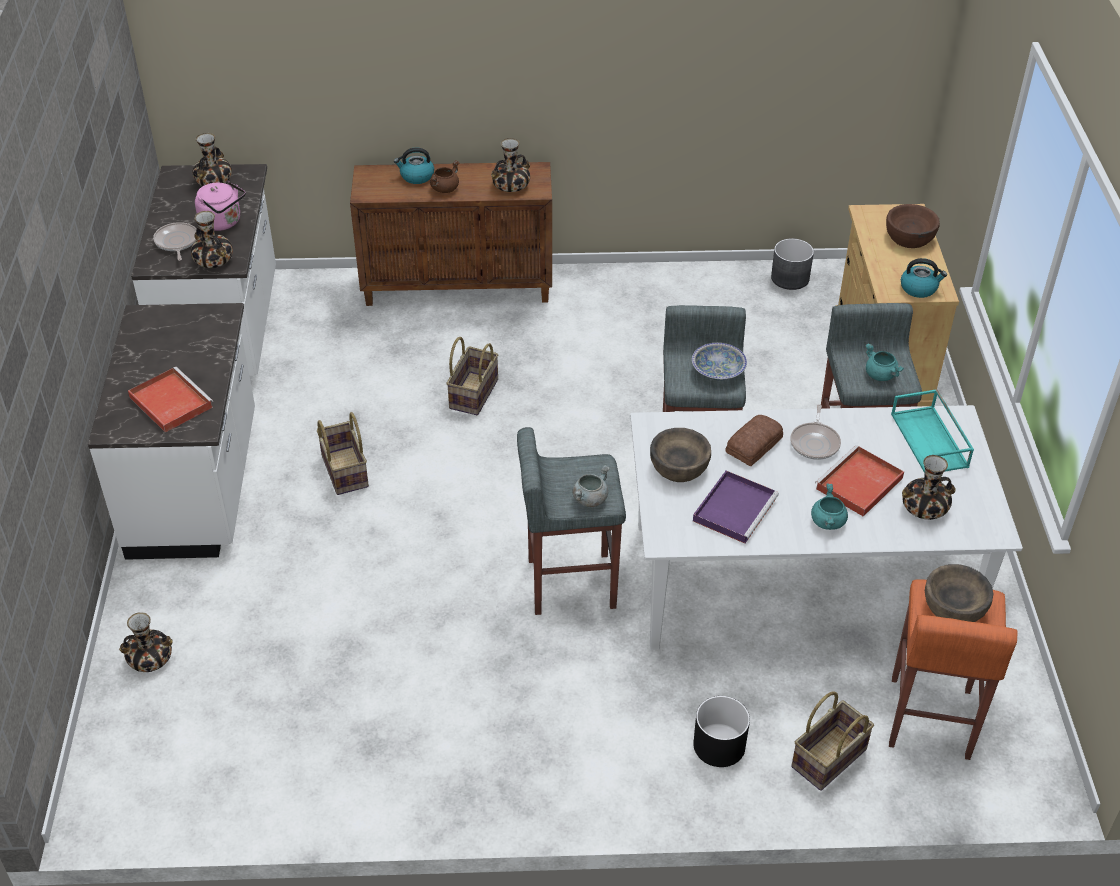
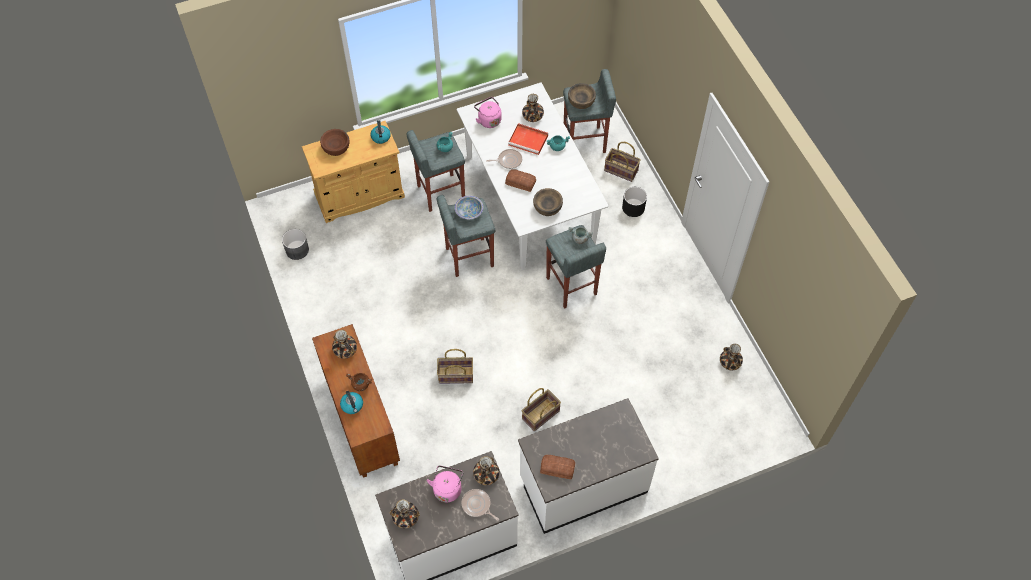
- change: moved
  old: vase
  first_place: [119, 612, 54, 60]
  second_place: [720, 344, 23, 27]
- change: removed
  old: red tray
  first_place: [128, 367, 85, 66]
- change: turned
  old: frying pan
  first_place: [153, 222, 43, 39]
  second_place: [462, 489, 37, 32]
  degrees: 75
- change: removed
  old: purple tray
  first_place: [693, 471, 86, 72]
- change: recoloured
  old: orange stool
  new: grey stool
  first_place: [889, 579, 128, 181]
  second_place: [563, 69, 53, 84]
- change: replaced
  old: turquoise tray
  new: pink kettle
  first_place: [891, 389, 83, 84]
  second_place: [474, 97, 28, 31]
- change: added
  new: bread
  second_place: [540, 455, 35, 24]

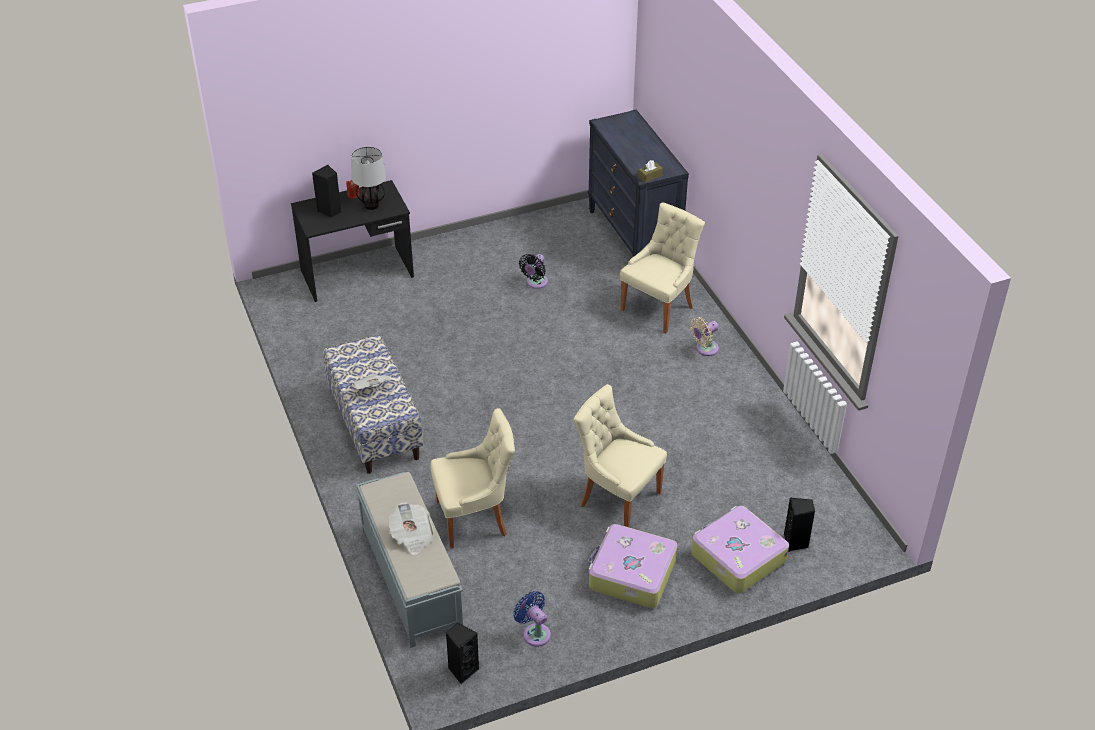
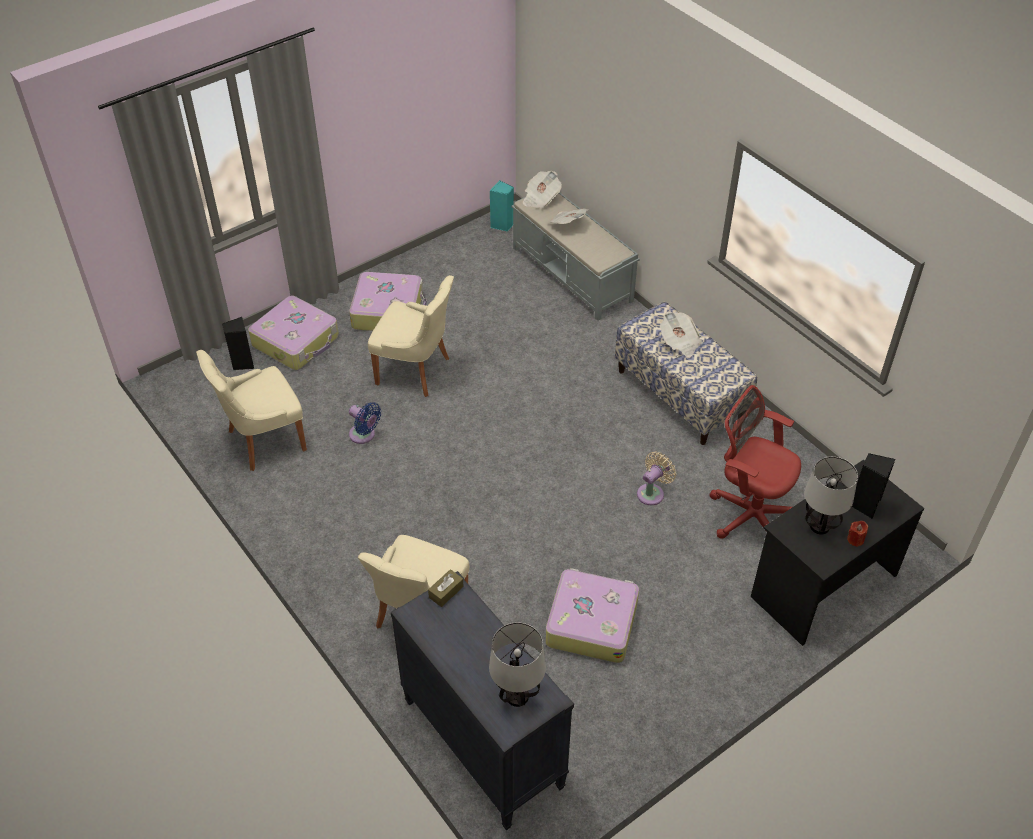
- change: moved
  old: beige chair
  first_place: [431, 408, 84, 141]
  second_place: [196, 350, 111, 121]
- change: recoloured
  old: black speaker
  new: turquoise speaker
  first_place: [446, 623, 33, 61]
  second_place: [490, 180, 24, 52]
- change: moved
  old: blue fan
  first_place: [513, 591, 38, 56]
  second_place: [349, 402, 32, 42]
- change: replaced
  old: black fan
  new: suitcase
  first_place: [519, 254, 29, 35]
  second_place: [545, 568, 94, 95]
- change: moved
  old: beige fan
  first_place: [690, 317, 29, 39]
  second_place: [637, 452, 39, 53]
- change: added
  new: table lamp
  second_place: [489, 622, 57, 85]
- change: added
  new: newspaper
  second_place: [522, 171, 40, 38]
- change: added
  new: red office chair
  second_place: [710, 385, 91, 154]

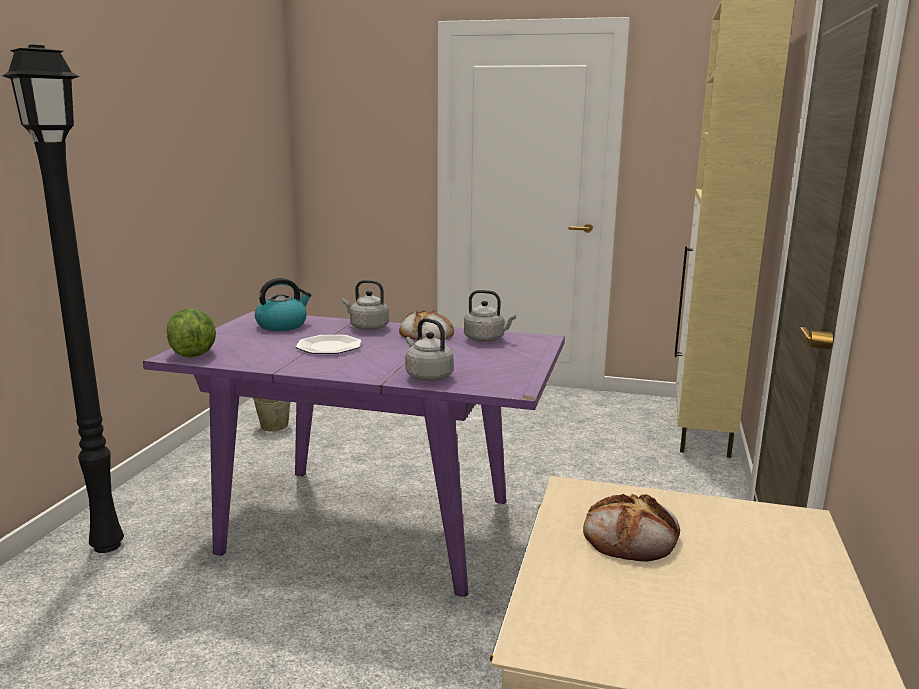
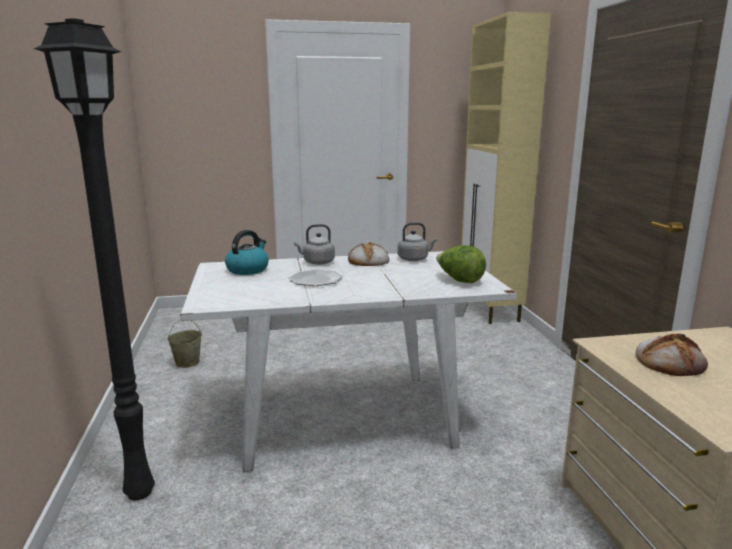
- change: recoloured
  old: purple dining table
  new: white dining table
  first_place: [143, 311, 422, 286]
  second_place: [180, 251, 337, 221]
- change: moved
  old: lettuce
  first_place: [167, 308, 49, 50]
  second_place: [436, 245, 50, 38]
- change: removed
  old: grey kettle
  first_place: [405, 318, 48, 63]

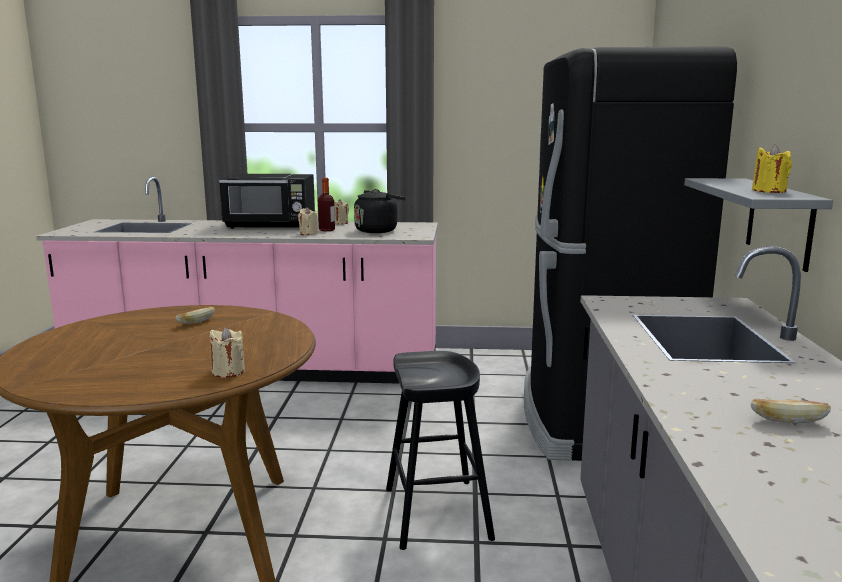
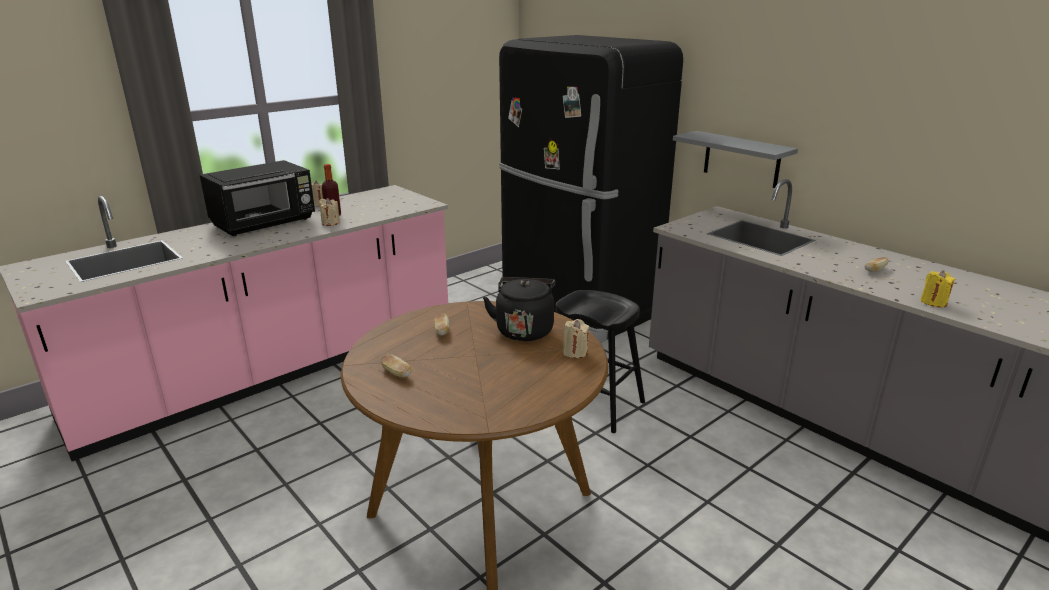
- change: moved
  old: black kettle
  first_place: [354, 189, 52, 44]
  second_place: [483, 277, 72, 64]
- change: moved
  old: yellow candle
  first_place: [752, 144, 40, 49]
  second_place: [920, 270, 35, 37]
- change: added
  new: bread
  second_place: [381, 354, 31, 24]

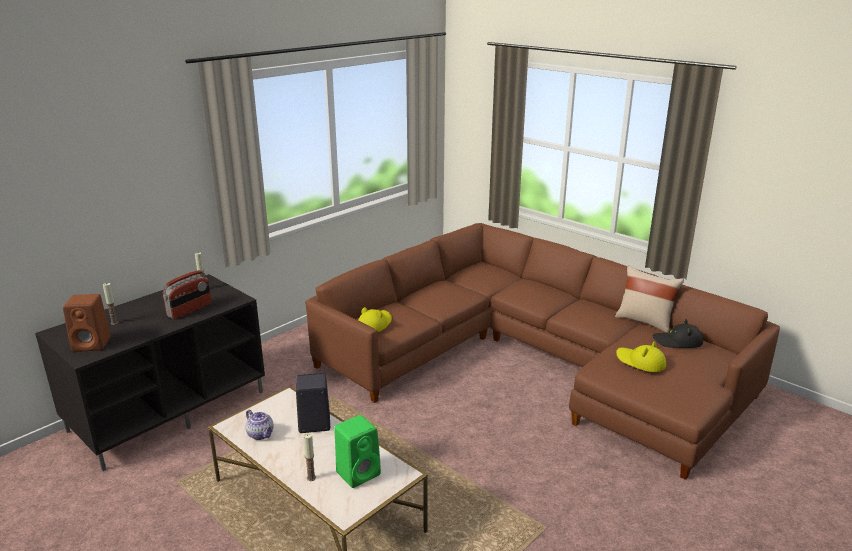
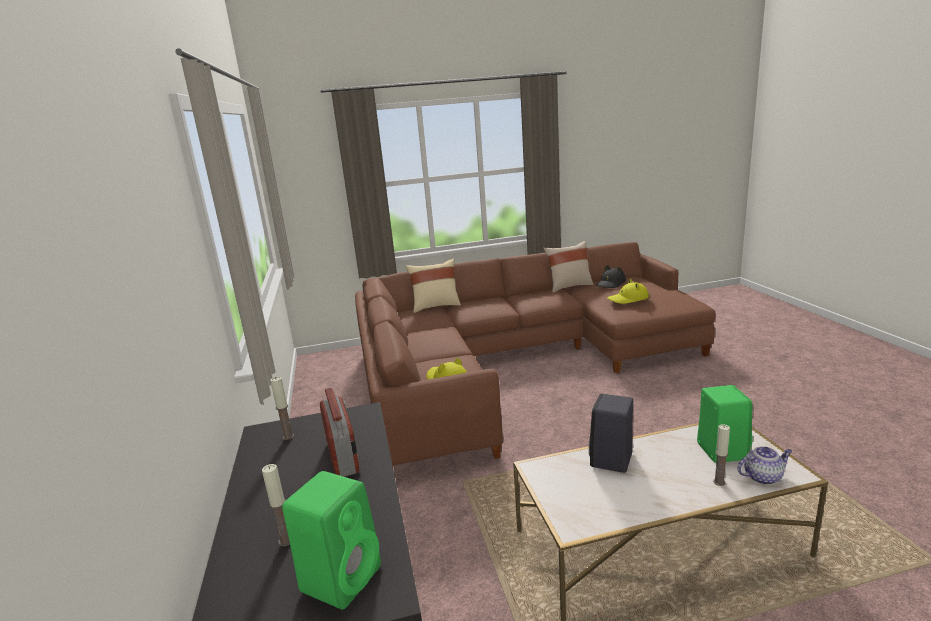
- change: recoloured
  old: brown speaker
  new: green speaker
  first_place: [63, 294, 48, 58]
  second_place: [282, 471, 99, 139]
- change: moved
  old: teapot
  first_place: [246, 410, 28, 30]
  second_place: [737, 446, 55, 39]
- change: added
  new: beige pillow
  second_place: [405, 259, 56, 54]

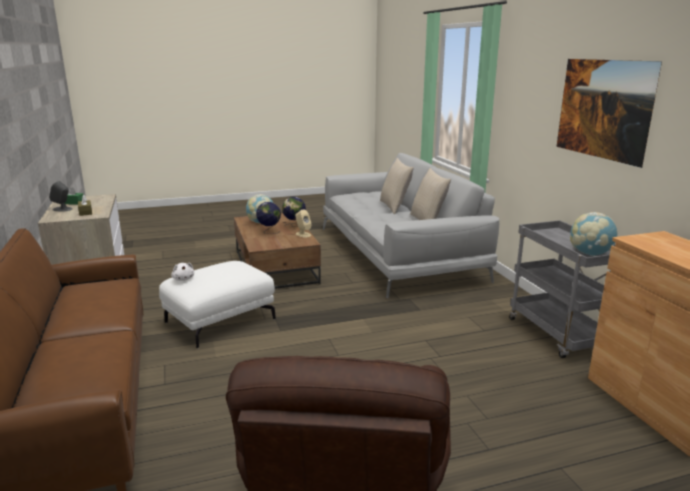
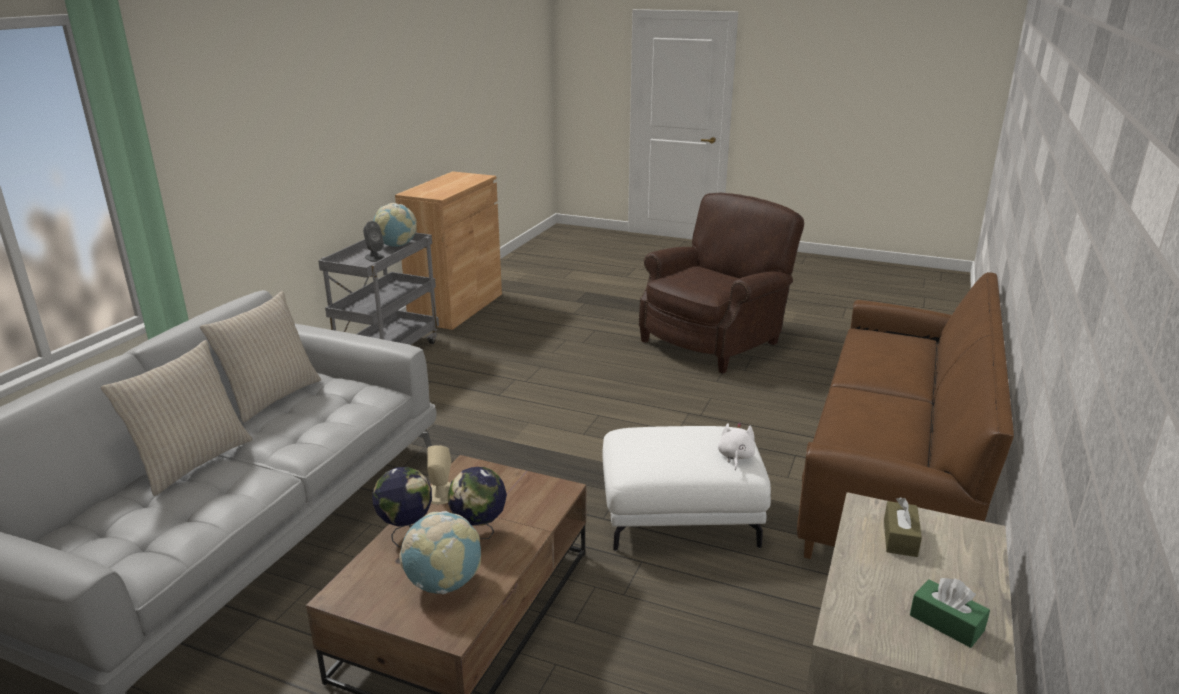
- change: moved
  old: grey speaker
  first_place: [49, 181, 23, 31]
  second_place: [363, 221, 22, 41]
- change: removed
  old: picture
  first_place: [556, 59, 106, 109]

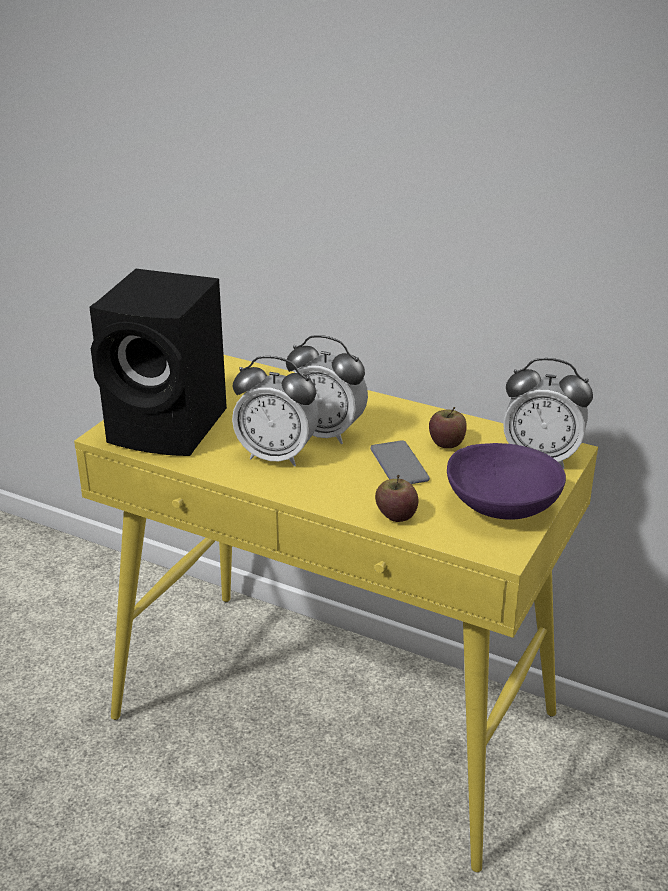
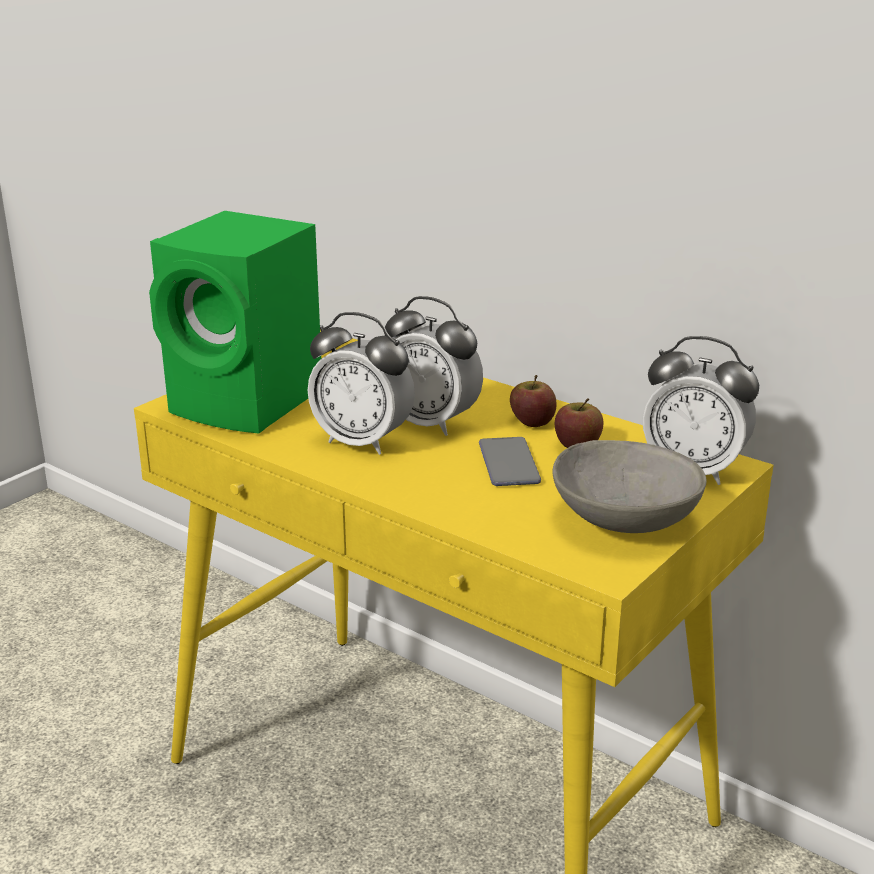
- change: recoloured
  old: black speaker
  new: green speaker
  first_place: [89, 269, 138, 187]
  second_place: [149, 211, 172, 223]
- change: moved
  old: apple
  first_place: [375, 475, 43, 47]
  second_place: [510, 375, 47, 52]
- change: recoloured
  old: purple bowl
  new: grey bowl
  first_place: [447, 443, 119, 77]
  second_place: [552, 440, 155, 93]

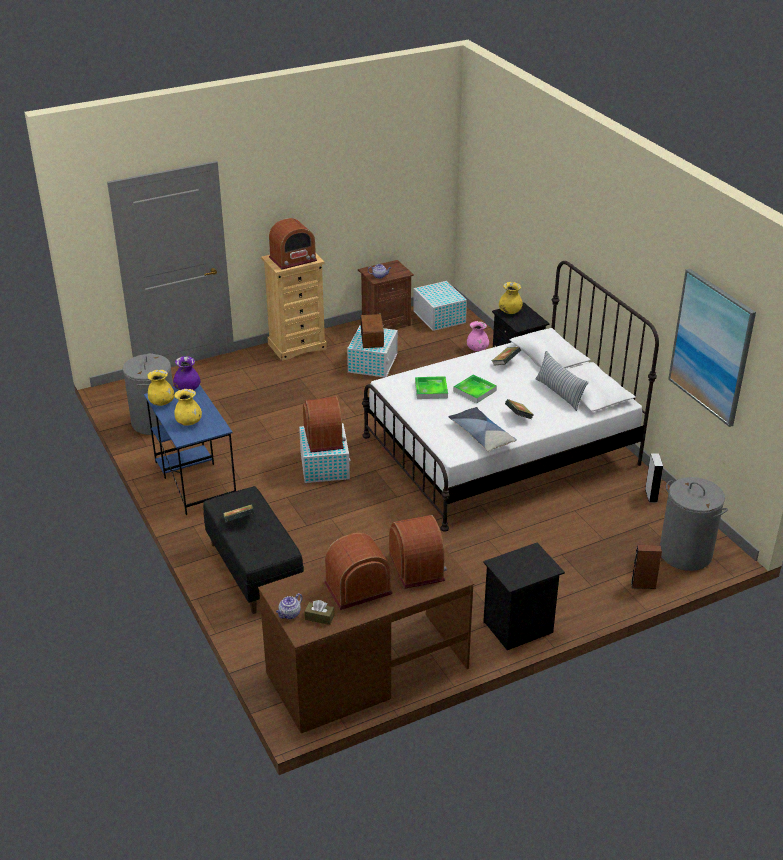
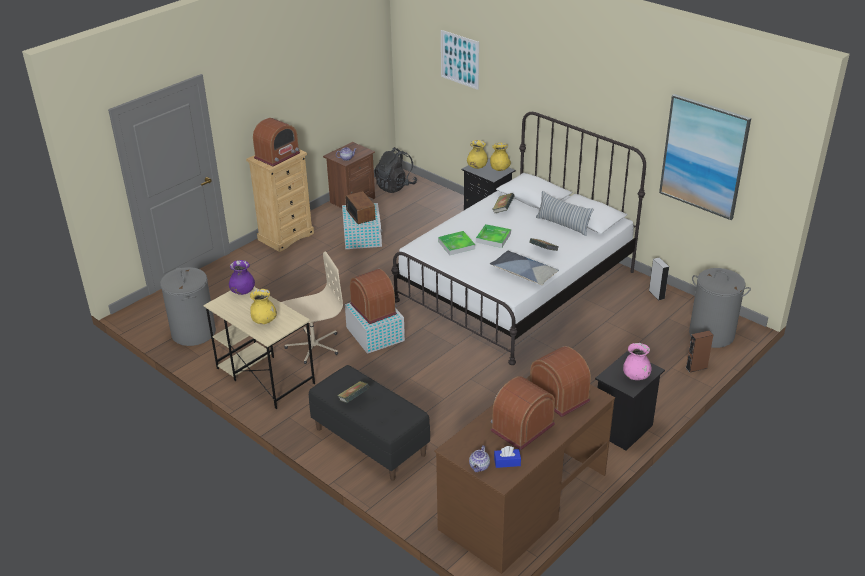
- change: recoloured
  old: blue desk
  new: beige desk
  first_place: [144, 385, 92, 130]
  second_place: [204, 287, 111, 122]
- change: moved
  old: yellow vase
  first_place: [147, 370, 27, 36]
  second_place: [490, 143, 21, 28]
- change: recoloured
  old: brown tissue box
  new: blue tissue box
  first_place: [304, 600, 30, 25]
  second_place: [494, 446, 27, 22]
- change: replaced
  old: white storage box
  new: black backpack
  first_place: [413, 281, 54, 50]
  second_place: [375, 147, 42, 46]
- change: moved
  old: pink vase
  first_place: [467, 321, 22, 30]
  second_place: [623, 343, 29, 37]
- change: added
  new: beige office chair
  second_place: [281, 251, 62, 113]
- change: added
  new: picture
  second_place: [441, 30, 38, 60]

